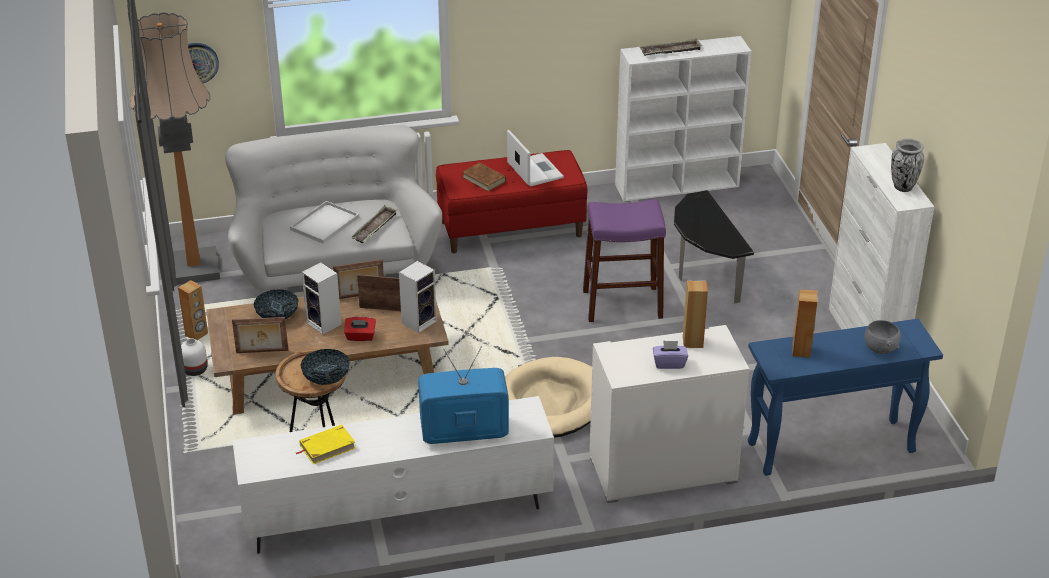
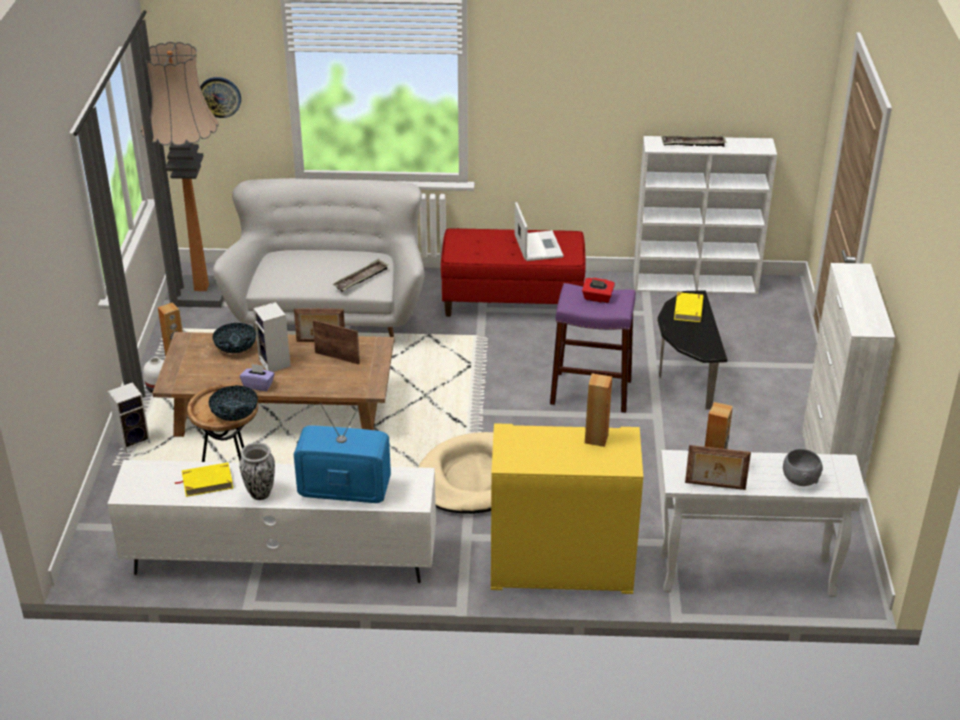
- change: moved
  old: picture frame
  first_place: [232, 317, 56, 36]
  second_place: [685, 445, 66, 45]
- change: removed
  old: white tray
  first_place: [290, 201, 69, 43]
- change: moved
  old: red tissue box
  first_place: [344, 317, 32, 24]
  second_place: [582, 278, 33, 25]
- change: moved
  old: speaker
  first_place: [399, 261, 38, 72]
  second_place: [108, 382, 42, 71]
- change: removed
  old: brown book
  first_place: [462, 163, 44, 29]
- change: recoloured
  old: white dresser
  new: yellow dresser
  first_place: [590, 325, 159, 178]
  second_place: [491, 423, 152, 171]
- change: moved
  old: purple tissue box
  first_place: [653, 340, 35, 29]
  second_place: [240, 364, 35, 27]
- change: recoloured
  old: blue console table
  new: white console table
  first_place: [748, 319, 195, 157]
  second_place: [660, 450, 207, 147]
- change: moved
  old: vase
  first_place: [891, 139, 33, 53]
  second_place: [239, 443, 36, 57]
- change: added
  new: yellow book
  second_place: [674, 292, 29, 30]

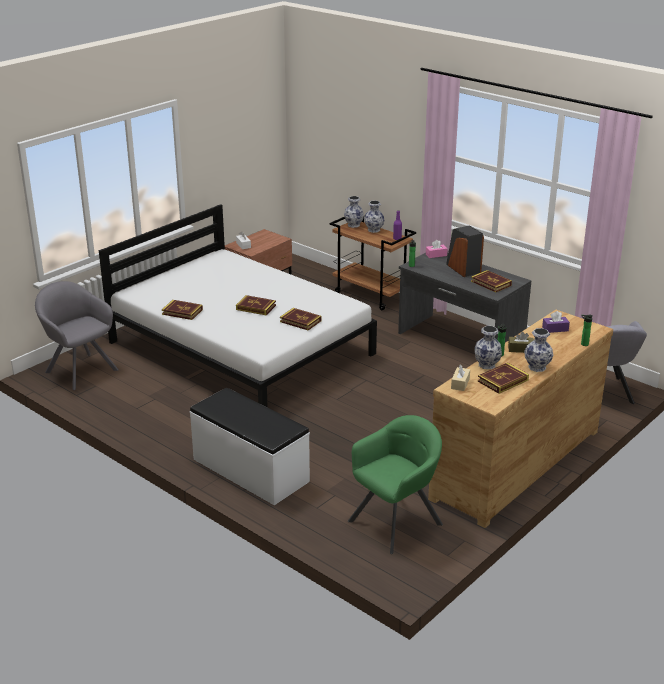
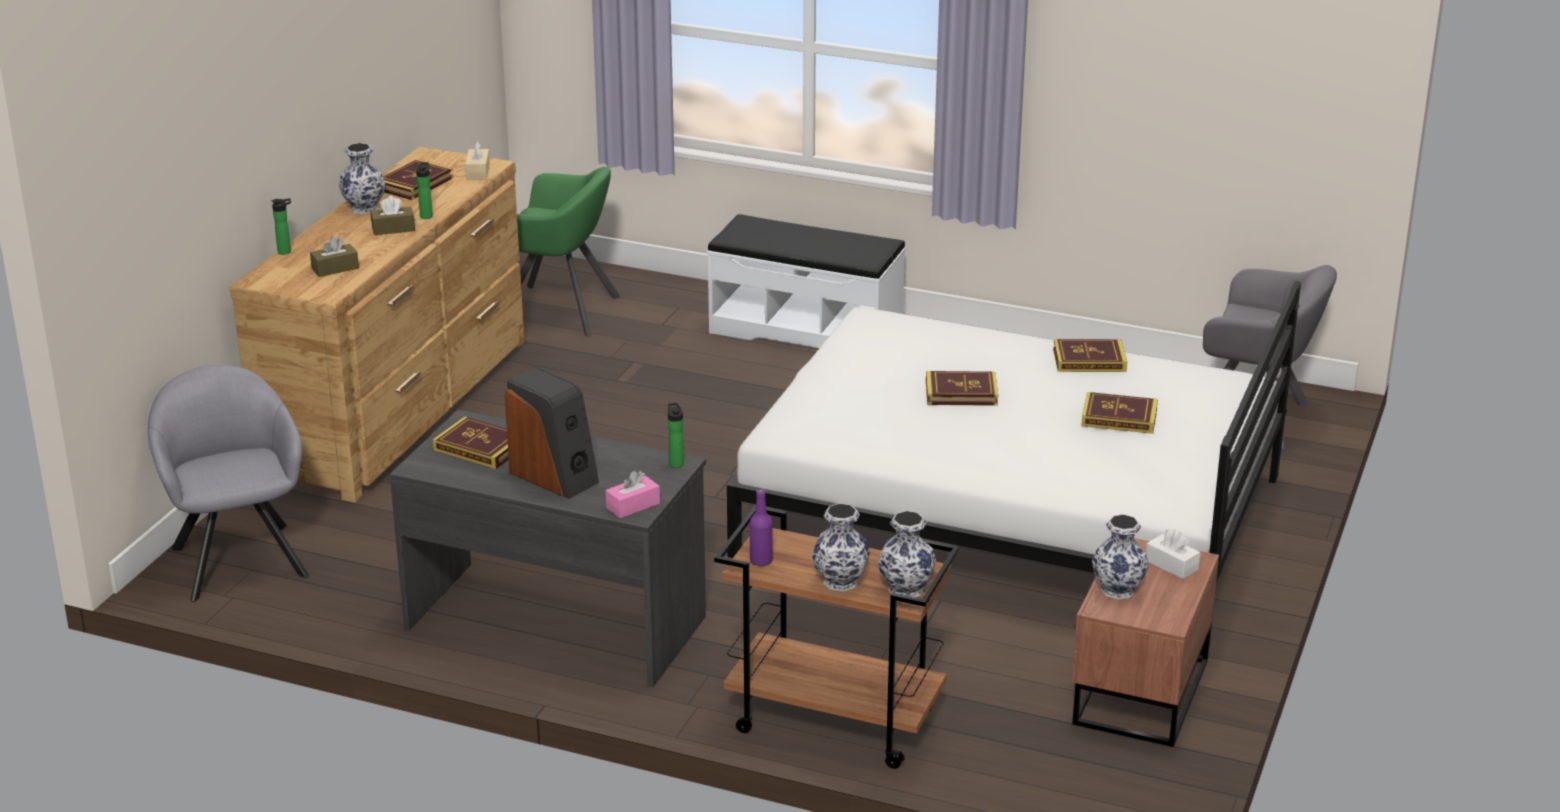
- change: moved
  old: book
  first_place: [280, 308, 41, 22]
  second_place: [1081, 392, 77, 42]
- change: turned
  old: green armchair
  first_place: [348, 415, 95, 139]
  second_place: [517, 167, 104, 170]
  degrees: -105
- change: moved
  old: vase
  first_place: [475, 326, 27, 43]
  second_place: [1092, 514, 57, 85]
- change: recoloured
  old: purple tissue box
  new: brown tissue box
  first_place: [542, 311, 28, 22]
  second_place: [310, 236, 49, 41]

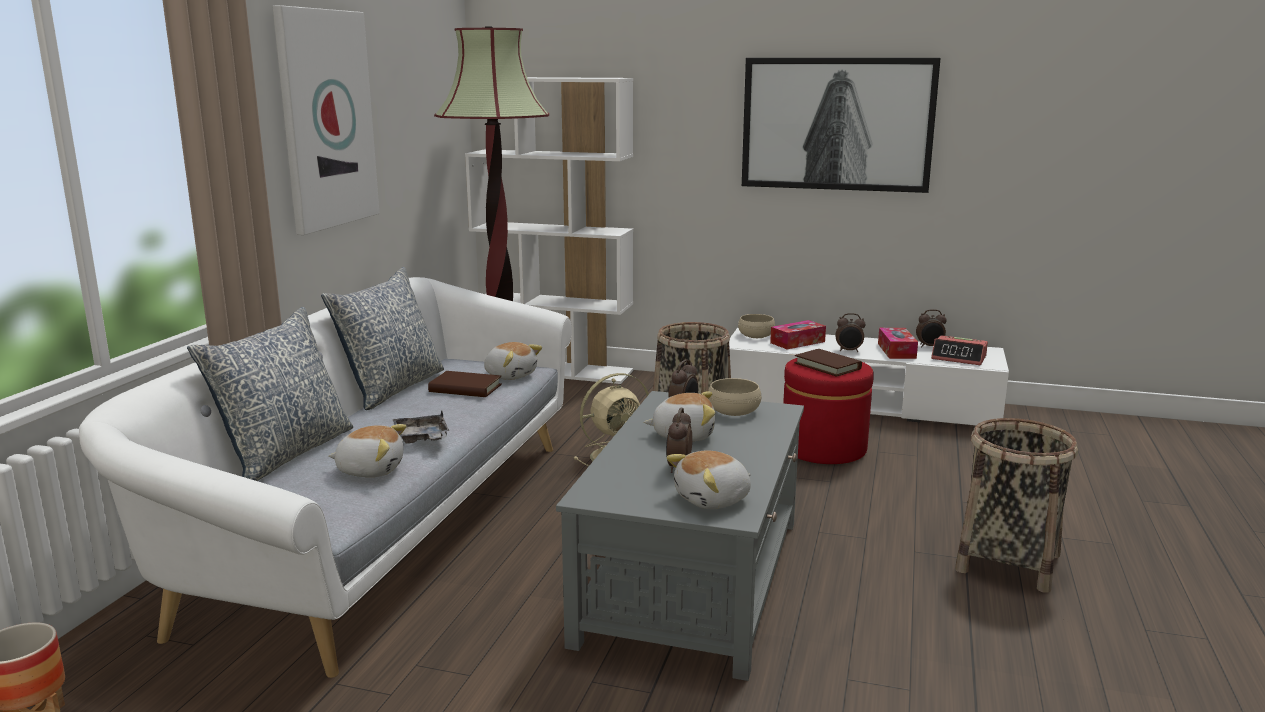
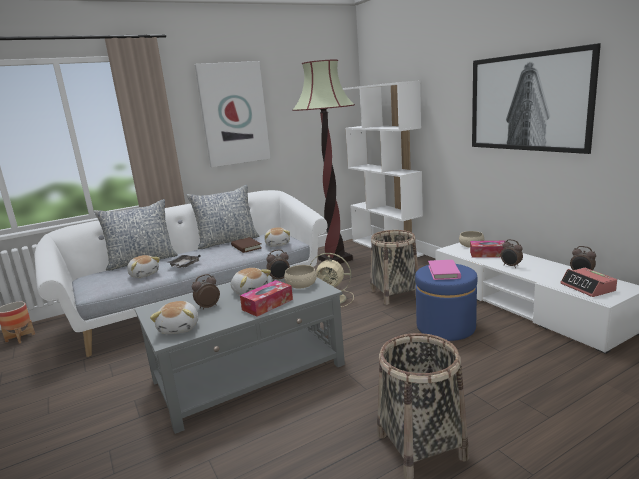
- change: turned
  old: plush toy
  first_place: [666, 451, 85, 58]
  second_place: [150, 301, 48, 33]
  degrees: -105
- change: recoloured
  old: red ottoman
  new: blue ottoman
  first_place: [783, 358, 91, 106]
  second_place: [415, 264, 62, 77]
- change: recoloured
  old: brown book
  new: pink book
  first_place: [795, 349, 67, 28]
  second_place: [428, 260, 33, 20]
- change: moved
  old: tissue box
  first_place: [878, 328, 40, 31]
  second_place: [240, 280, 53, 37]

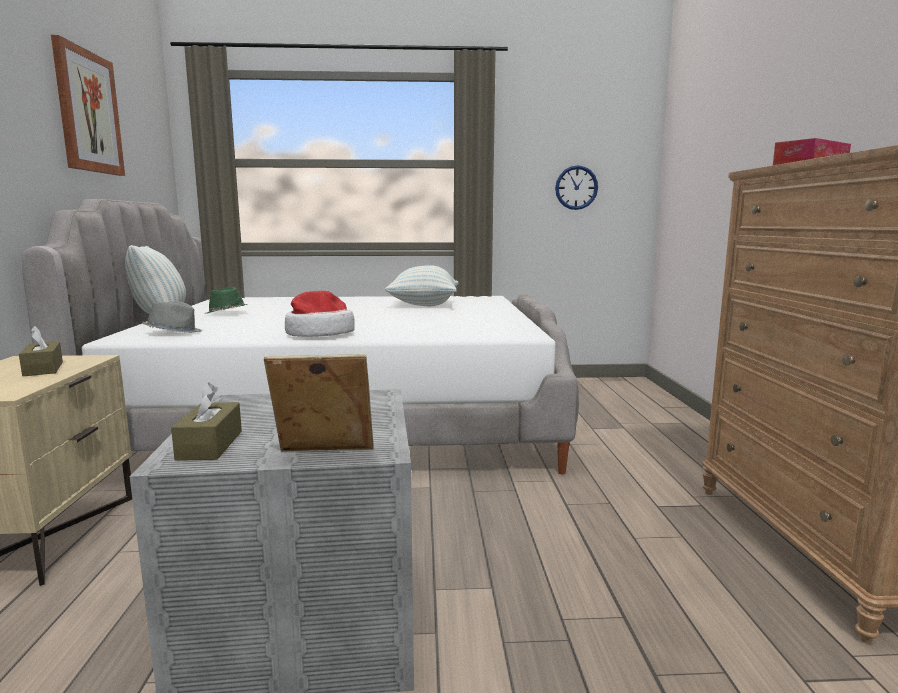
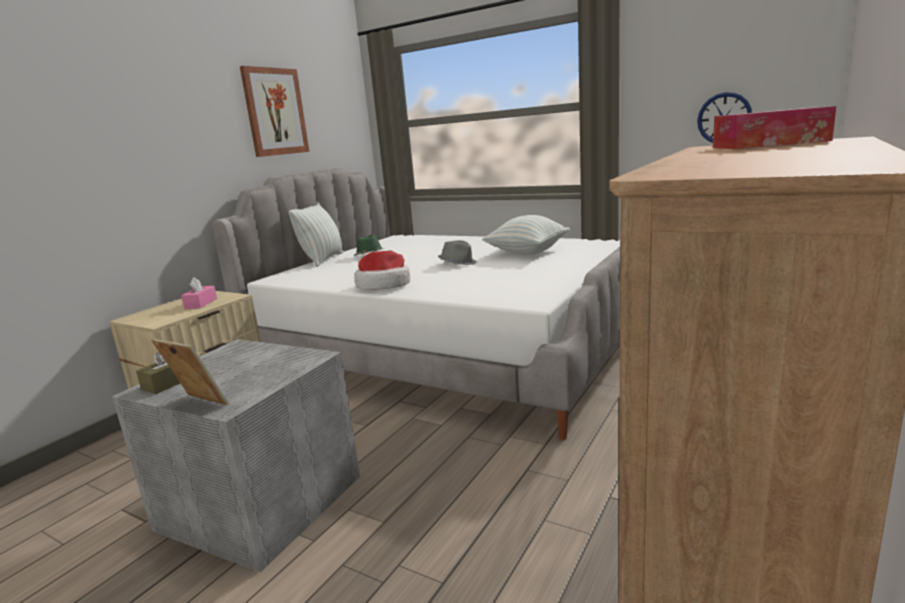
- change: recoloured
  old: brown tissue box
  new: pink tissue box
  first_place: [19, 326, 44, 50]
  second_place: [181, 277, 36, 32]
- change: moved
  old: grey hat
  first_place: [142, 302, 60, 31]
  second_place: [438, 240, 39, 25]

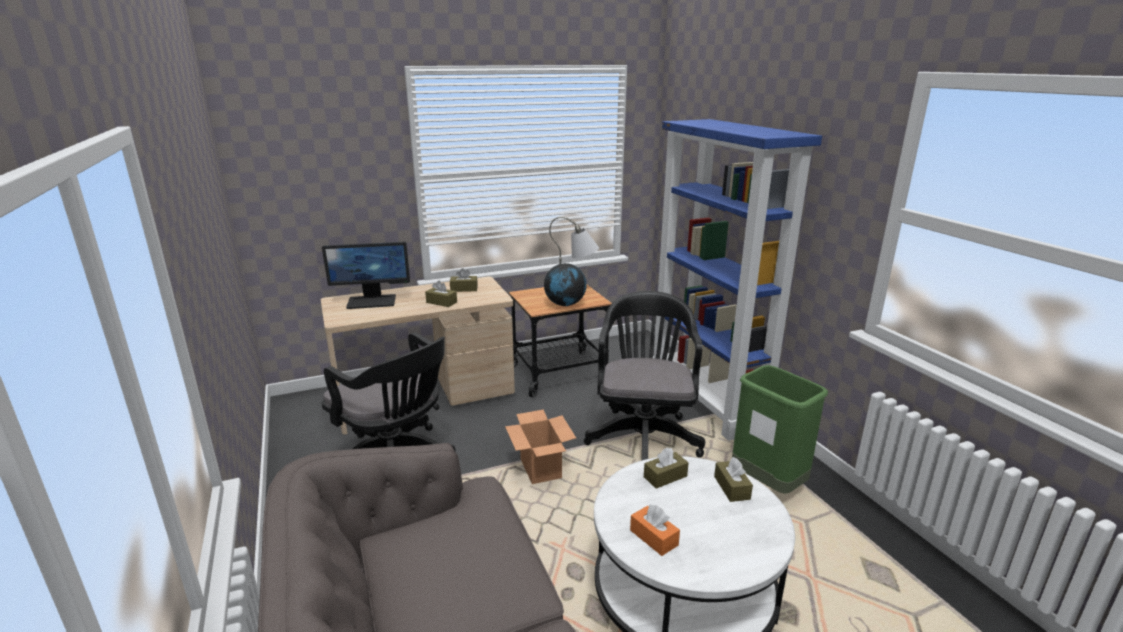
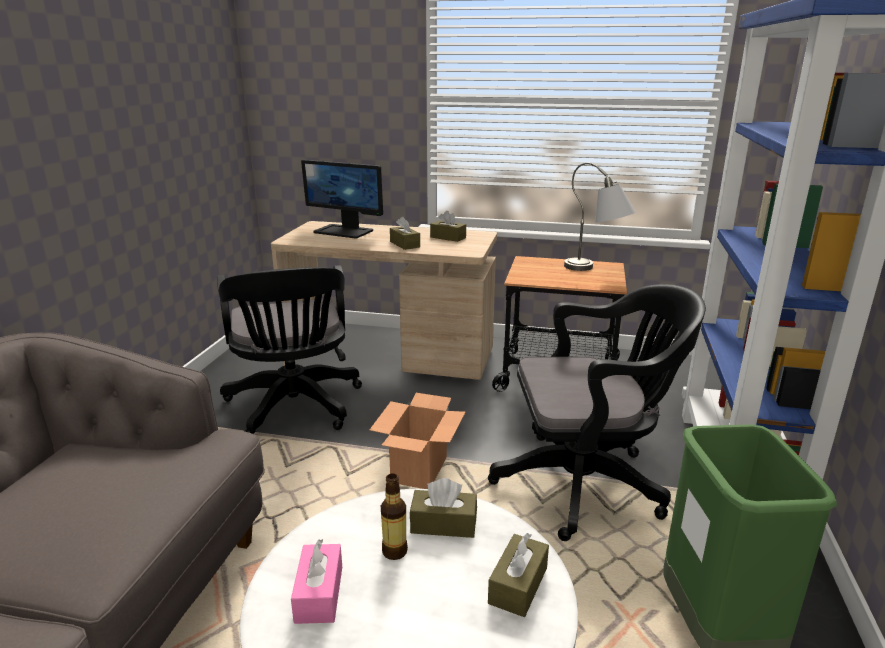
- change: removed
  old: globe
  first_place: [544, 263, 43, 43]
- change: turned
  old: black office chair
  first_place: [584, 291, 121, 169]
  second_place: [488, 284, 217, 257]
  degrees: 45
- change: recoloured
  old: orange tissue box
  new: pink tissue box
  first_place: [630, 504, 50, 52]
  second_place: [291, 539, 51, 85]
- change: added
  new: bottle
  second_place: [381, 473, 27, 87]

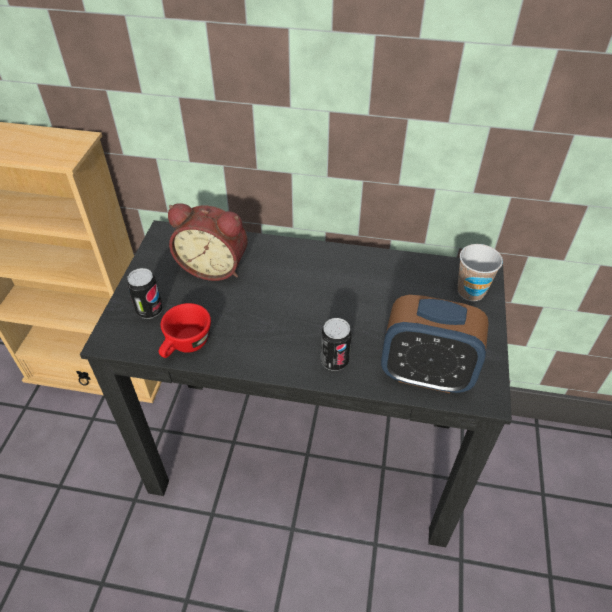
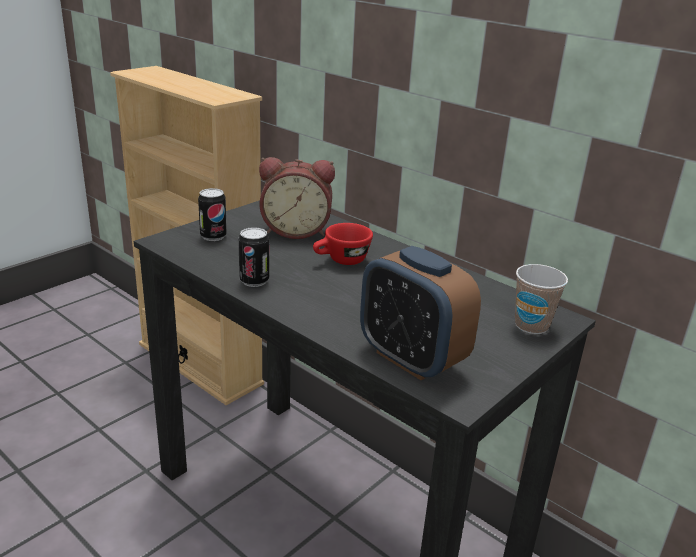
- change: moved
  old: red cup
  first_place: [159, 303, 52, 55]
  second_place: [313, 223, 60, 42]
- change: turned
  old: alarm clock
  first_place: [168, 203, 80, 78]
  second_place: [259, 157, 76, 82]
  degrees: -45
- change: moved
  old: can
  first_place: [321, 318, 31, 53]
  second_place: [238, 227, 31, 60]

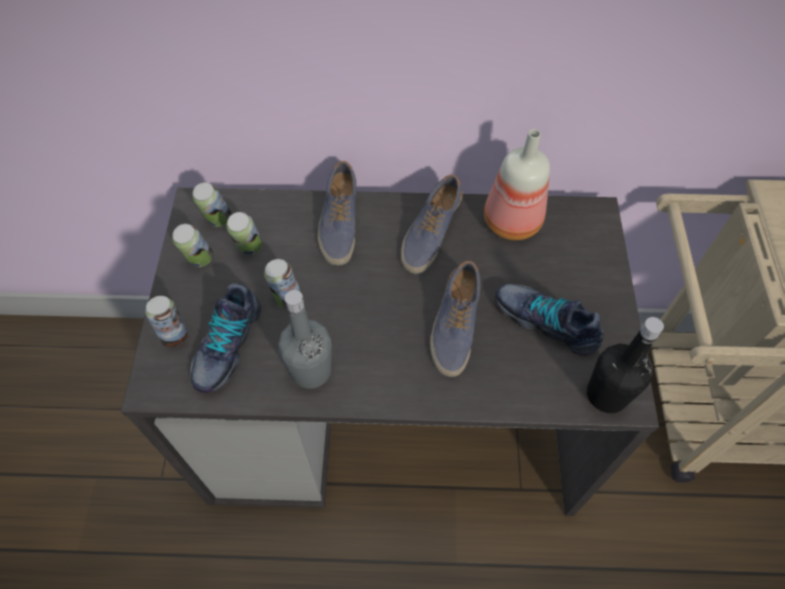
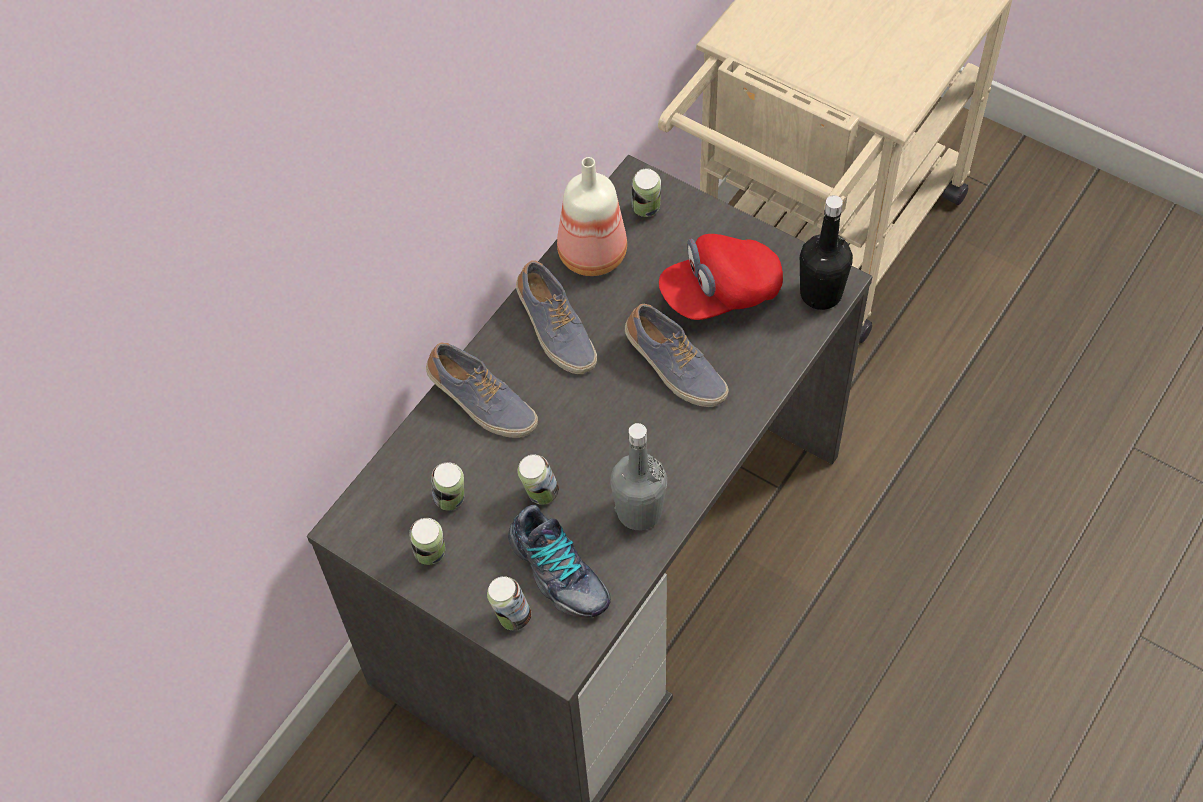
- change: moved
  old: can
  first_place: [193, 182, 38, 45]
  second_place: [632, 168, 29, 49]
- change: replaced
  old: shoe
  new: red cap
  first_place: [495, 284, 108, 72]
  second_place: [659, 234, 124, 86]

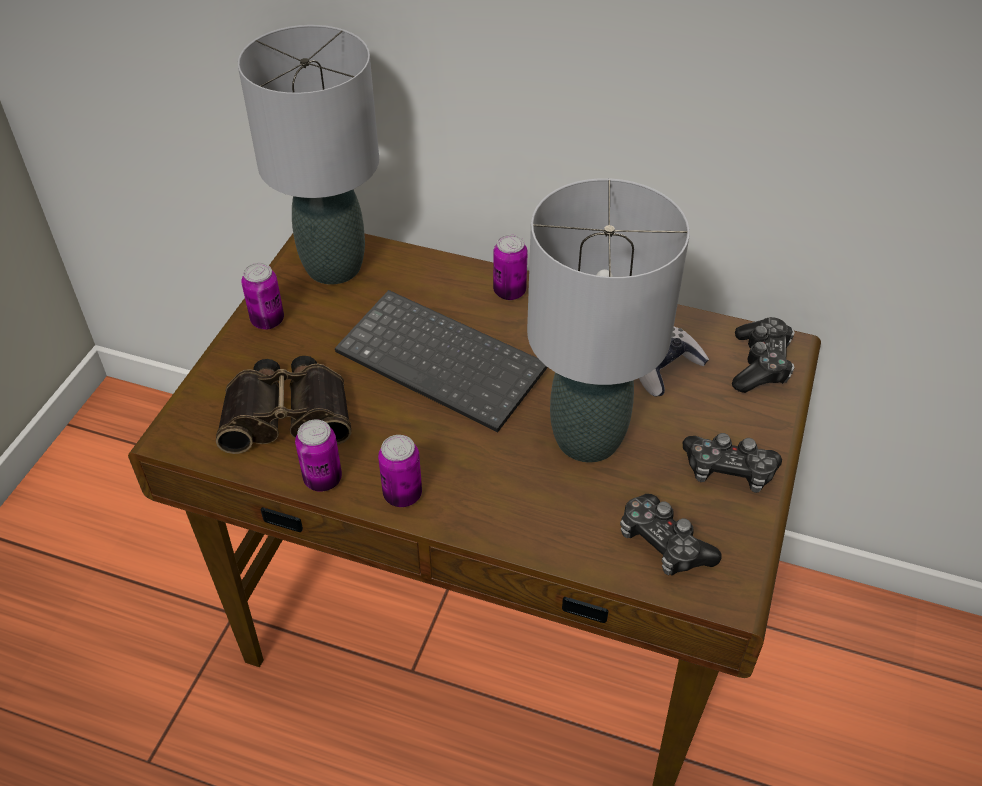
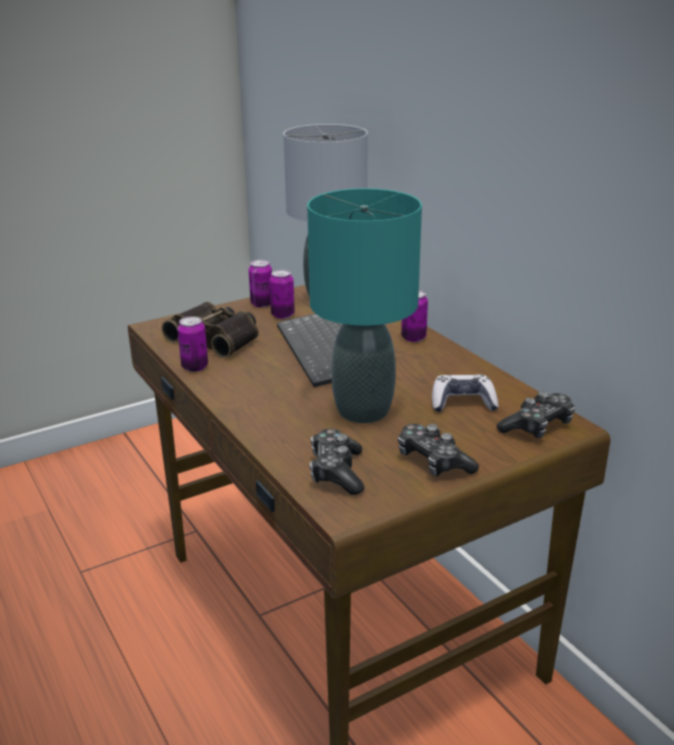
- change: moved
  old: can
  first_place: [378, 435, 44, 72]
  second_place: [269, 270, 26, 49]
- change: recoloured
  old: grey table lamp
  new: turquoise table lamp
  first_place: [527, 178, 163, 284]
  second_place: [307, 188, 115, 235]

